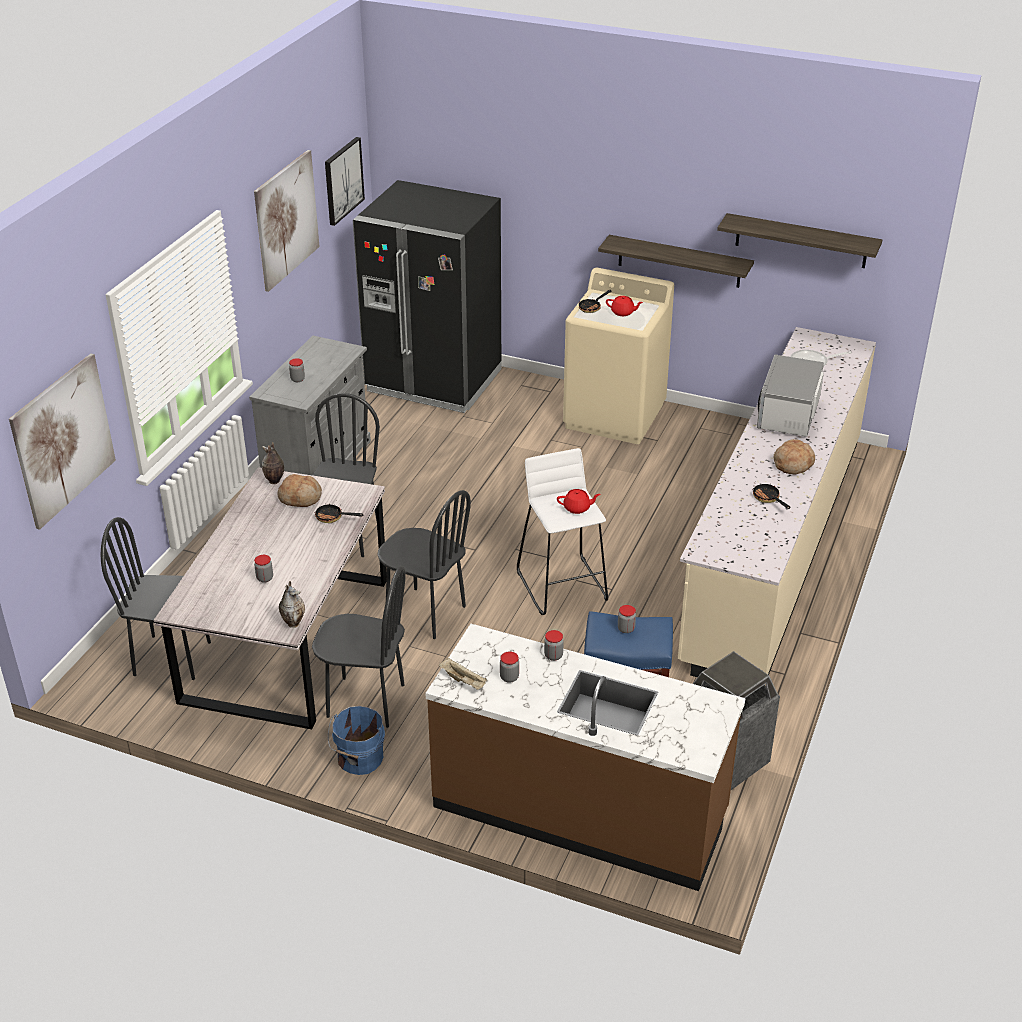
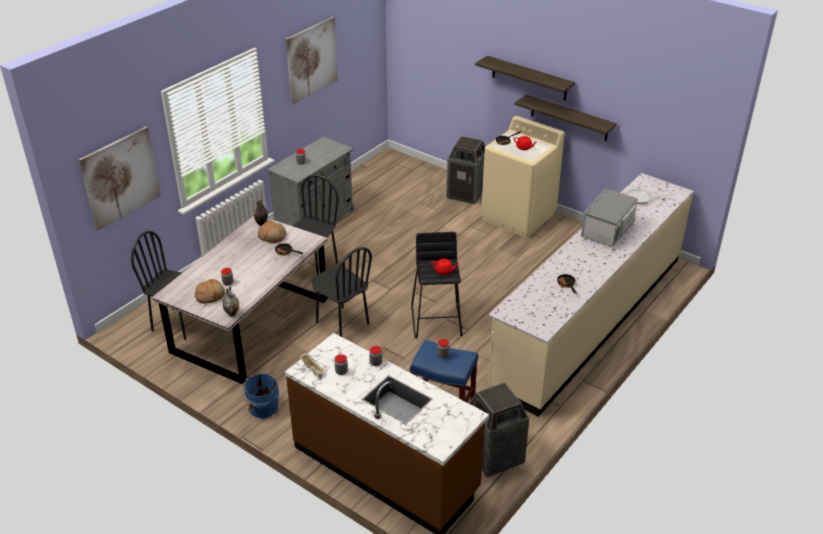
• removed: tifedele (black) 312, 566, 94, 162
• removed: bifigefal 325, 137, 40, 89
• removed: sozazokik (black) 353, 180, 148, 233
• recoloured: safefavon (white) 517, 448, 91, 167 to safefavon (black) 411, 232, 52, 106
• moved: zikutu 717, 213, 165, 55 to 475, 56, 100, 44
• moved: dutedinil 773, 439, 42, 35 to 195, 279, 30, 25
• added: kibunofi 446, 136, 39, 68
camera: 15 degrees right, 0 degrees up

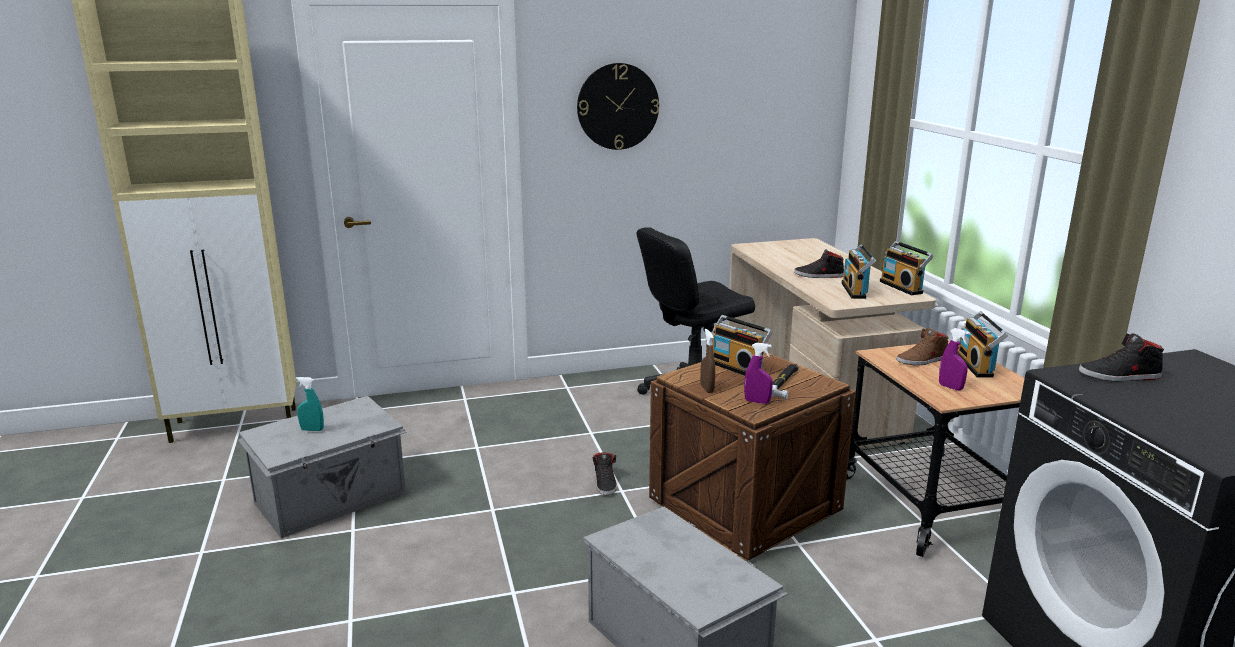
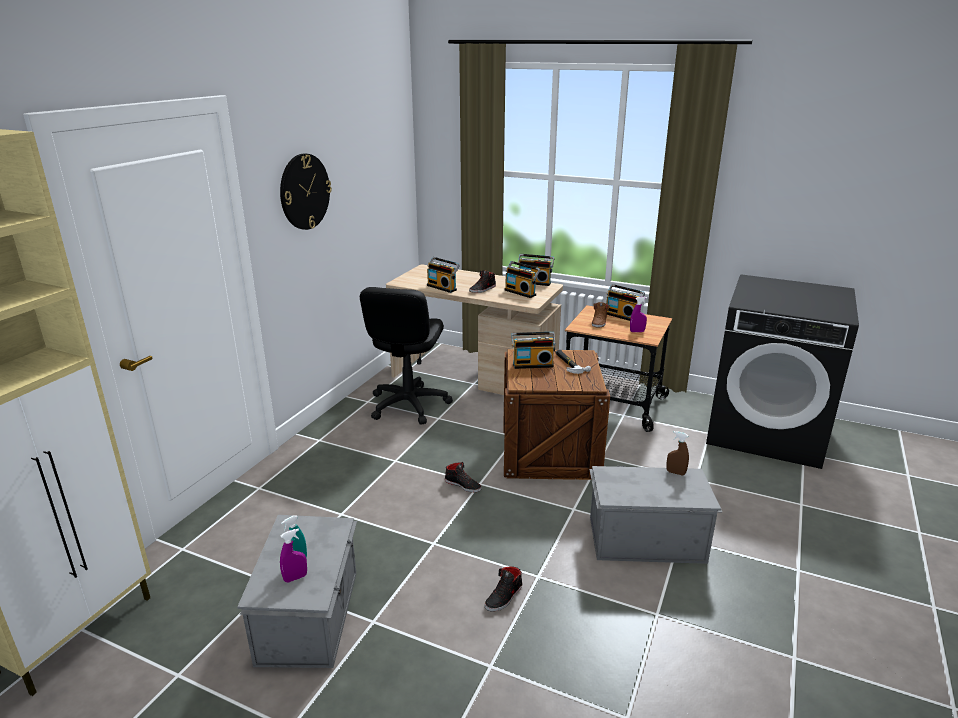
• moved: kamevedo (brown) 700, 329, 15, 64 to 666, 431, 23, 45
• moved: kamevedo (purple) 744, 343, 29, 61 to 280, 529, 27, 54
• moved: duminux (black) 1079, 333, 85, 49 to 485, 566, 37, 46
• added: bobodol 427, 257, 33, 36
camera: 50 degrees left, 5 degrees up

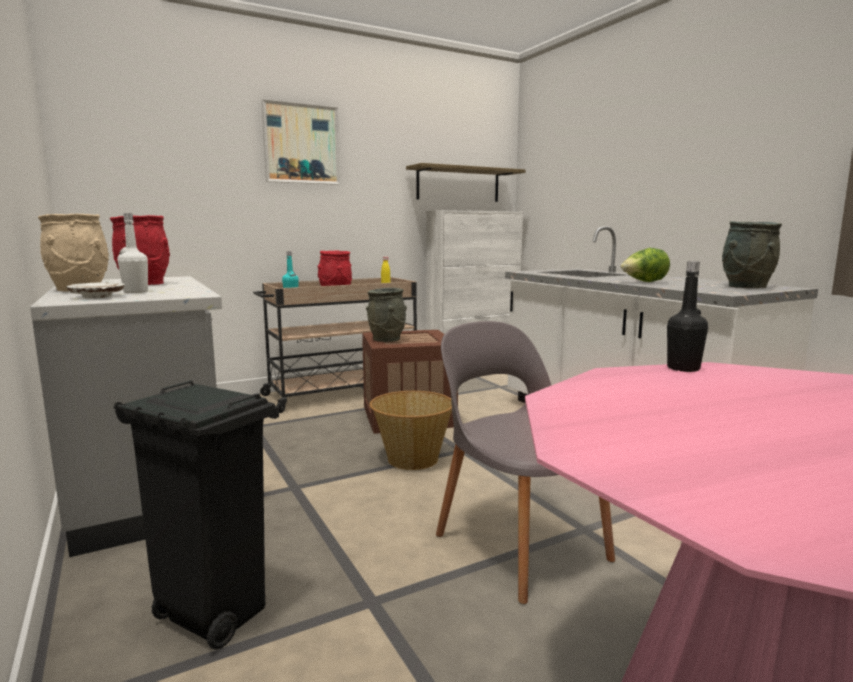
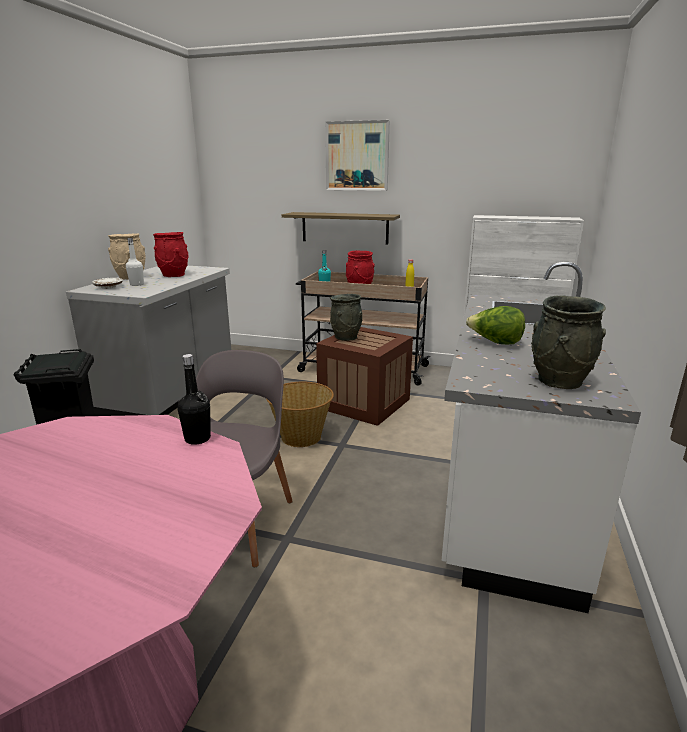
• moved: zikutu 406, 163, 120, 39 to 282, 212, 118, 32
camera: 45 degrees right, 10 degrees up

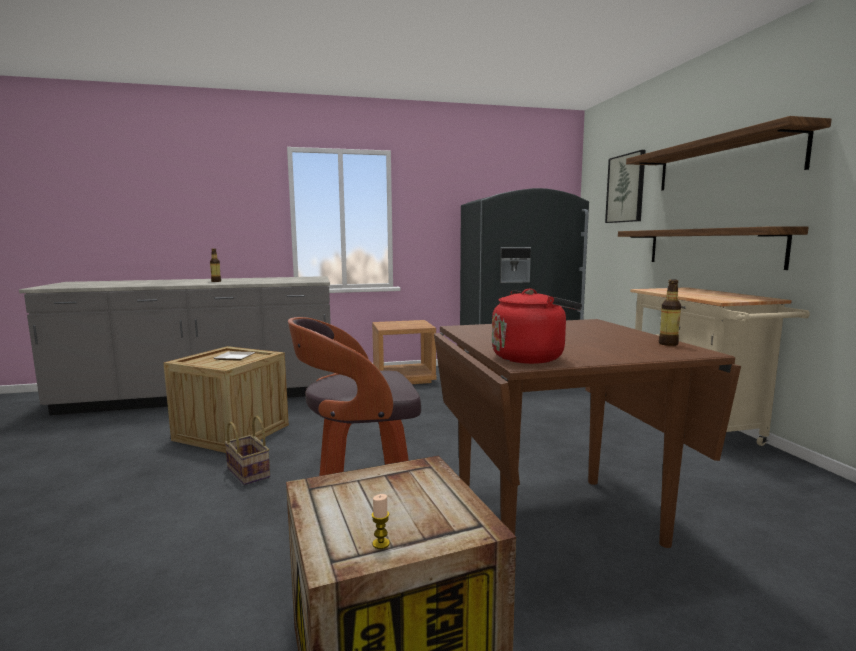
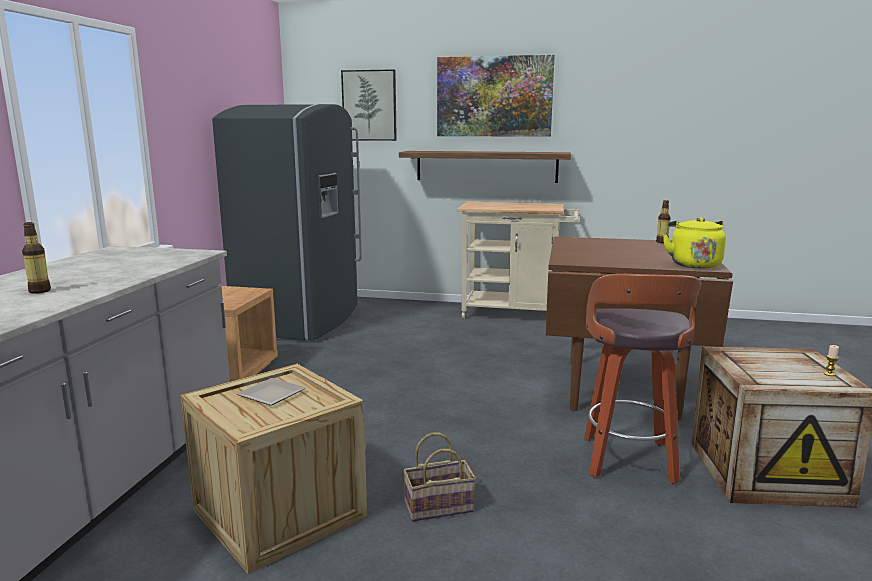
• recoloured: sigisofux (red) 492, 289, 90, 75 to sigisofux (yellow) 663, 217, 63, 52
• replaced: zikutu 626, 116, 206, 75 to bifigefal 437, 55, 118, 82
camera: 65 degrees left, 5 degrees up

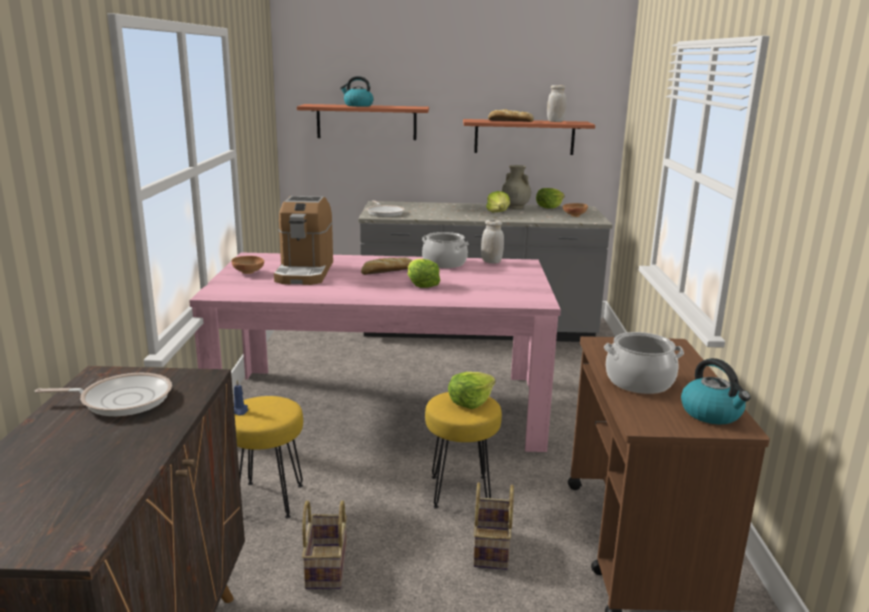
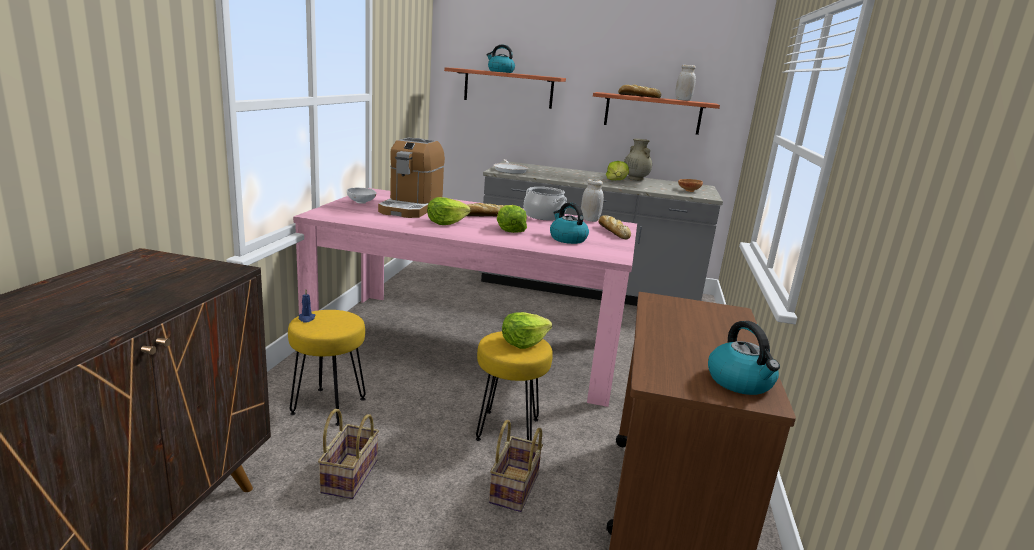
• removed: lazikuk 35, 373, 137, 43
• recoloured: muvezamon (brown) 232, 256, 32, 18 to muvezamon (white) 347, 188, 29, 16
• moved: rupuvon 536, 188, 29, 20 to 427, 197, 43, 28
• removed: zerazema 604, 332, 80, 62
• added: sigisofux 550, 203, 39, 41
• added: dutedinil 598, 215, 33, 24
camera: 10 degrees right, 0 degrees up

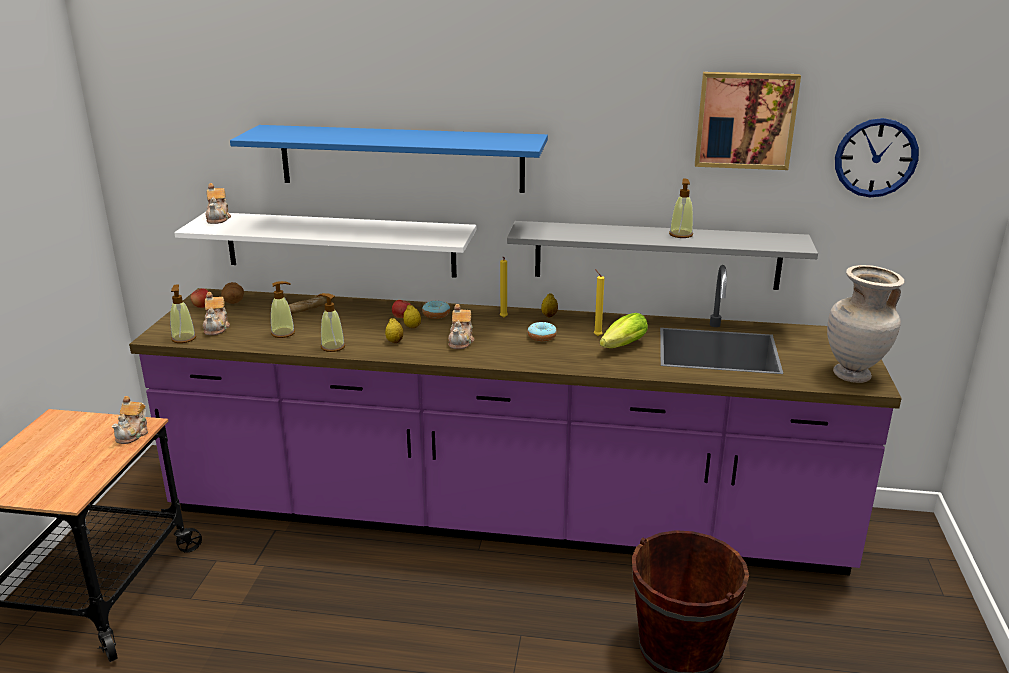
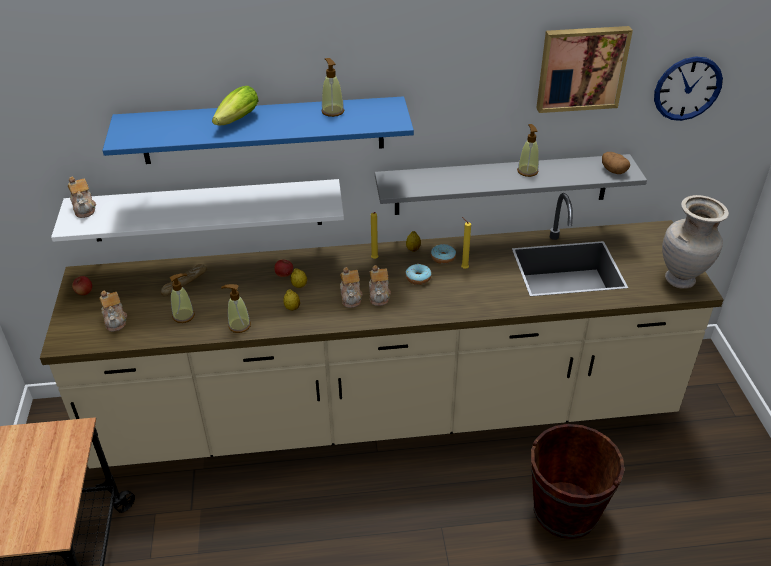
• moved: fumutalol 112, 396, 36, 48 to 369, 265, 22, 41
• recoloured: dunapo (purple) 129, 265, 773, 311 to dunapo (beige) 40, 193, 684, 276
• moved: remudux 170, 284, 26, 59 to 321, 58, 23, 59
• moved: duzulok 221, 282, 23, 22 to 602, 152, 28, 22
• moved: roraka 422, 300, 28, 19 to 431, 244, 25, 20
• moved: rupuvon 599, 313, 49, 35 to 212, 86, 47, 39
camera: 15 degrees left, 15 degrees up

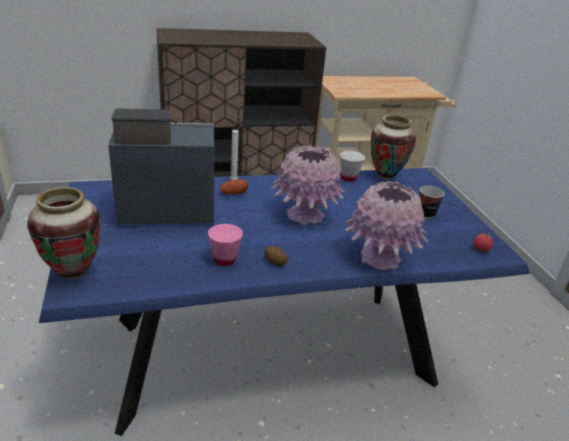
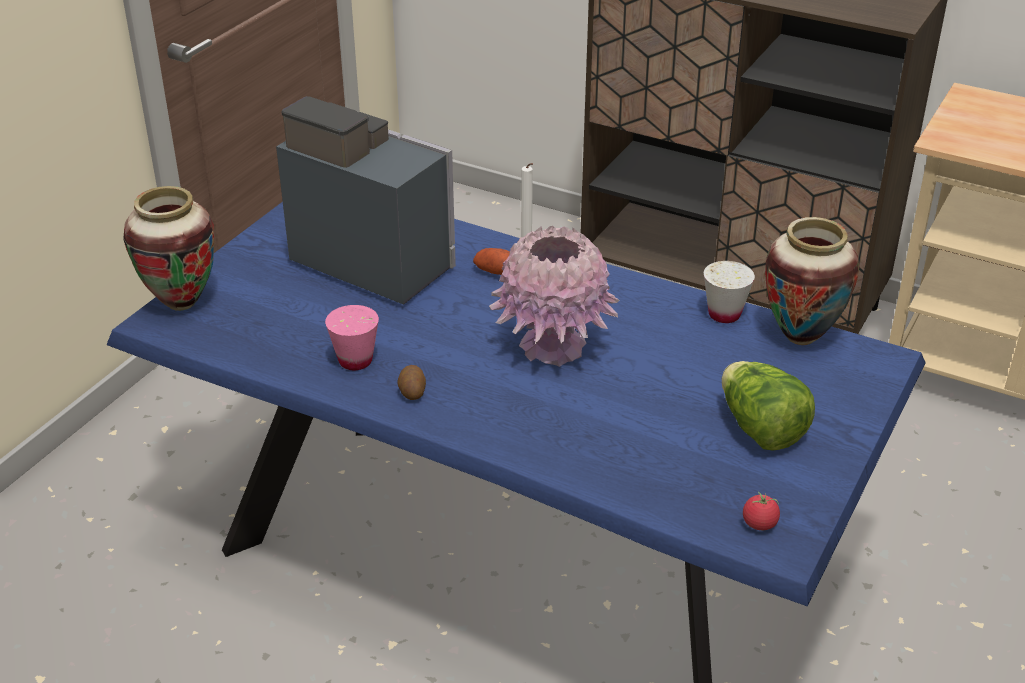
• removed: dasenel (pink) 344, 181, 84, 89
• replaced: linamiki 419, 185, 26, 34 to rupuvon 722, 361, 93, 90
camera: 45 degrees right, 5 degrees up

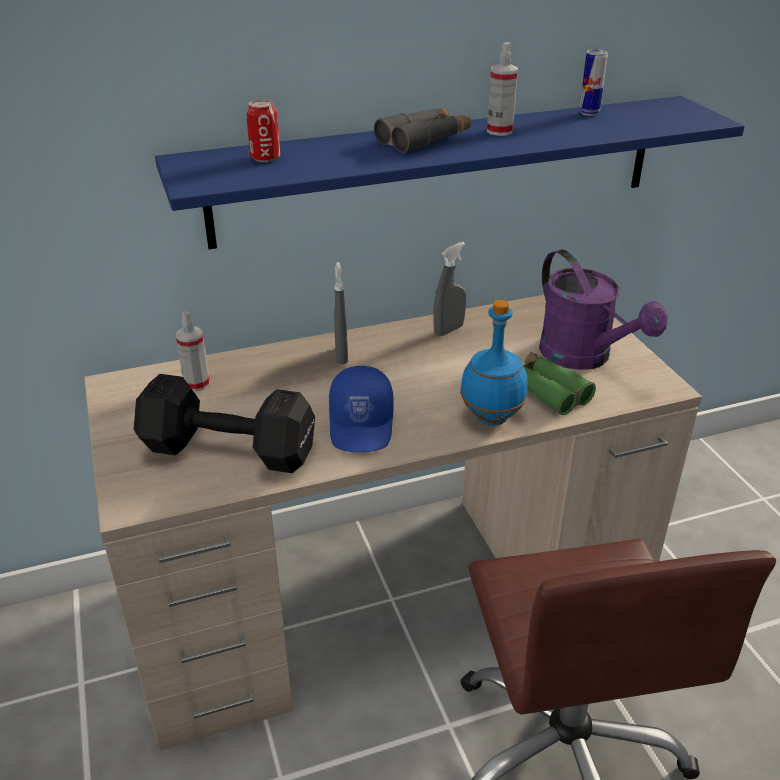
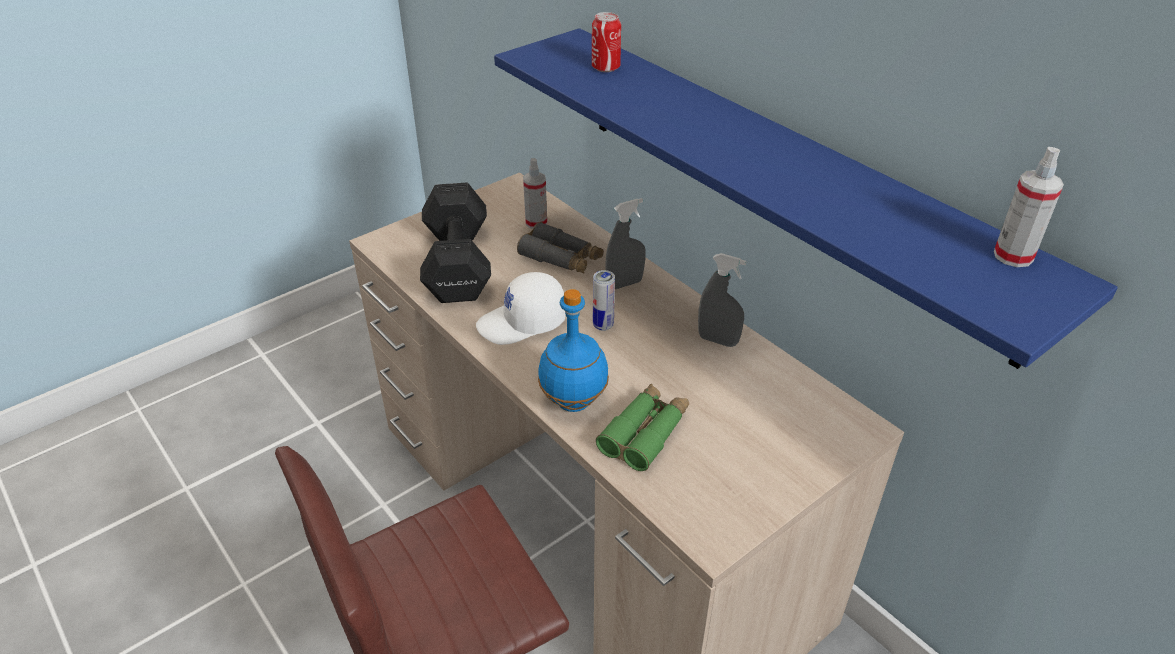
• recoloured: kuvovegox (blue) 329, 366, 65, 87 to kuvovegox (white) 476, 272, 90, 73
• moved: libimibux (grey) 374, 108, 97, 45 to 517, 222, 87, 52
• moved: kamevedo 487, 42, 31, 94 to 994, 147, 70, 120
• removed: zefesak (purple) 539, 250, 129, 120
• moved: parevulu 579, 49, 29, 67 to 593, 270, 22, 61
camera: 70 degrees right, 5 degrees up

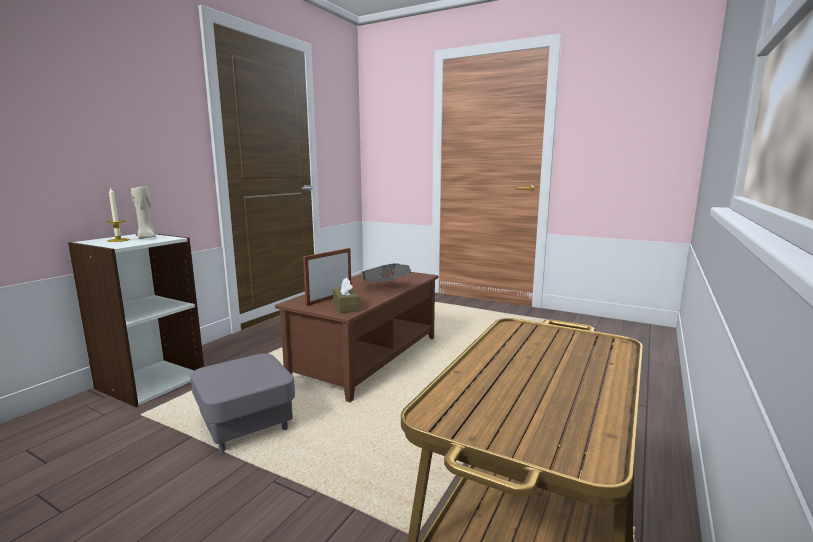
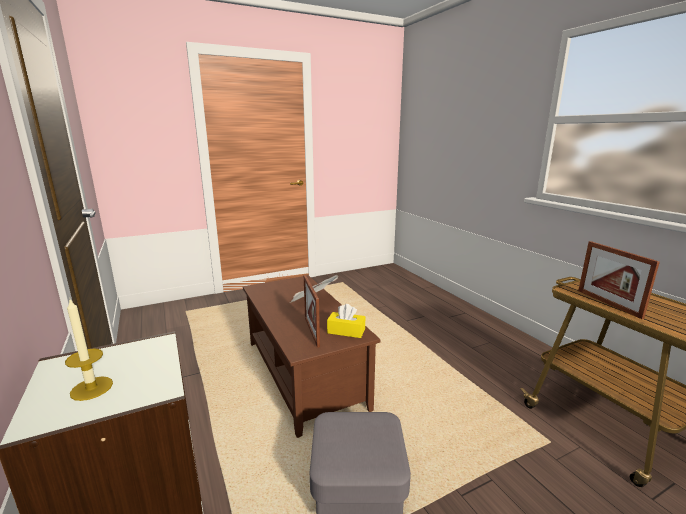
• removed: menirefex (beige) 131, 186, 25, 53
• recoloured: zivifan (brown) 333, 278, 26, 35 to zivifan (yellow) 327, 304, 38, 34
• added: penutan 578, 241, 82, 78
camera: 55 degrees left, 5 degrees up

